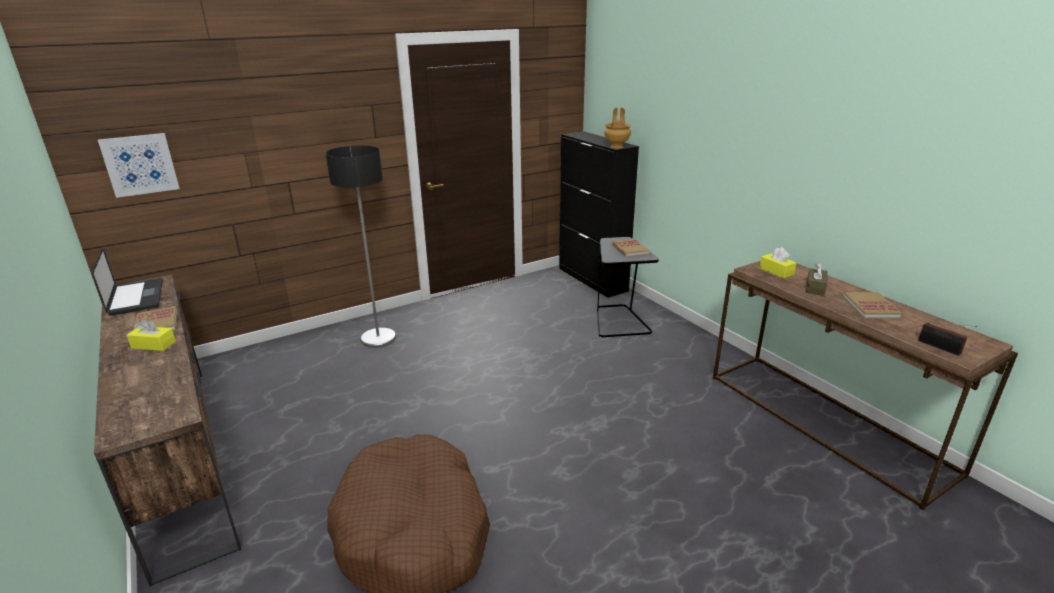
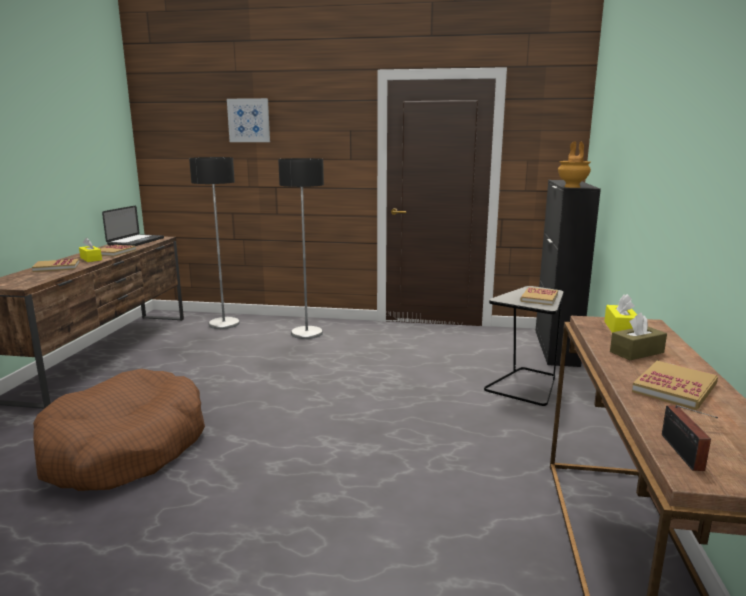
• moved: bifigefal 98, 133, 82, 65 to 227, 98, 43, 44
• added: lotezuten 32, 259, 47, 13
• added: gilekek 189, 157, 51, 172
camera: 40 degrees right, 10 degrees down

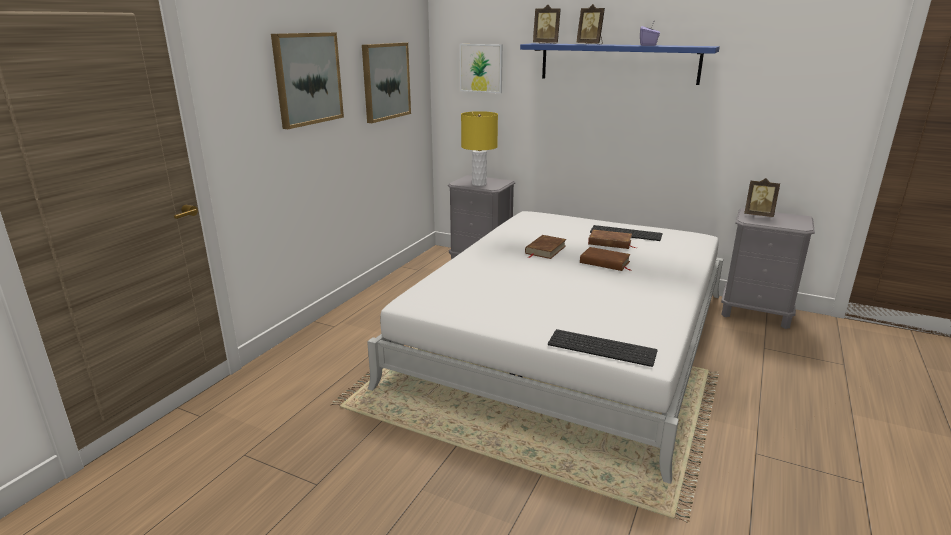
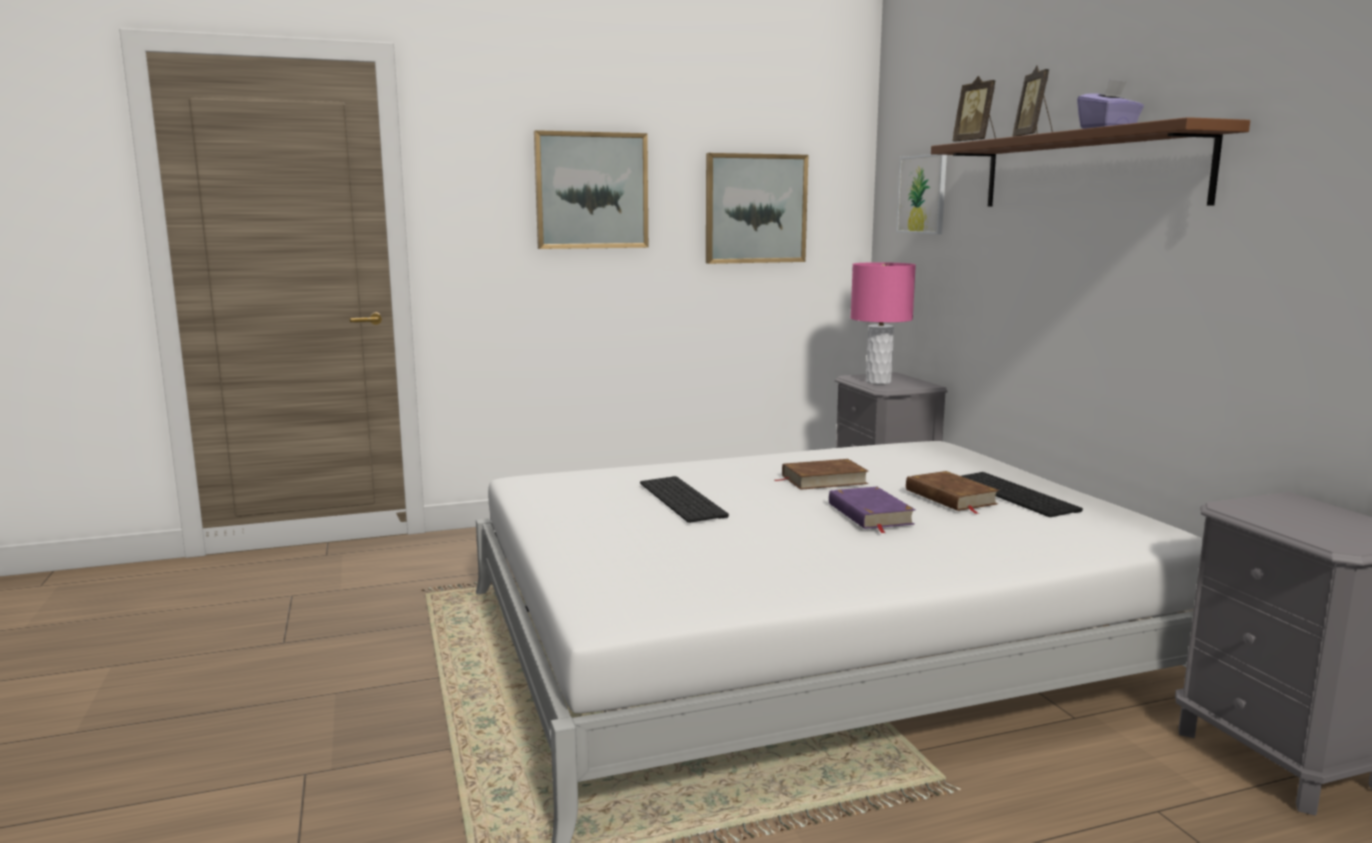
• recoloured: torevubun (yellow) 461, 111, 37, 75 to torevubun (pink) 851, 262, 65, 122
• recoloured: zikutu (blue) 520, 43, 200, 42 to zikutu (brown) 931, 117, 319, 89
• moved: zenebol 548, 329, 109, 38 to 640, 476, 89, 47
• recoloured: lotezuten (brown) 580, 247, 51, 24 to lotezuten (purple) 829, 487, 86, 46
• removed: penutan 744, 178, 36, 39
camera: 45 degrees right, 10 degrees down

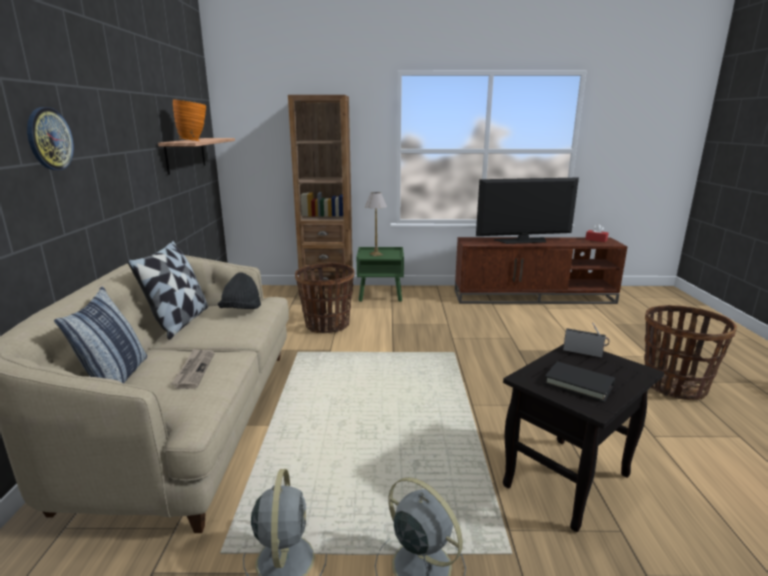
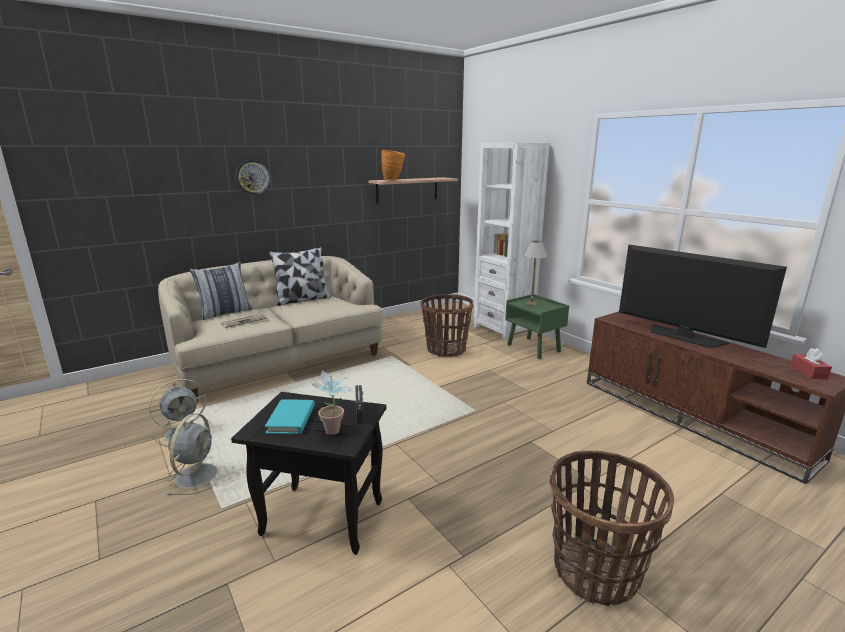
• removed: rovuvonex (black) 218, 272, 43, 37
• recoloured: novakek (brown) 288, 95, 65, 205 to novakek (white) 474, 143, 76, 198
• recoloured: lotezuten (black) 544, 361, 71, 42 to lotezuten (turquoise) 265, 399, 50, 35
• added: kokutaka 312, 370, 40, 65
camera: 55 degrees right, 0 degrees up

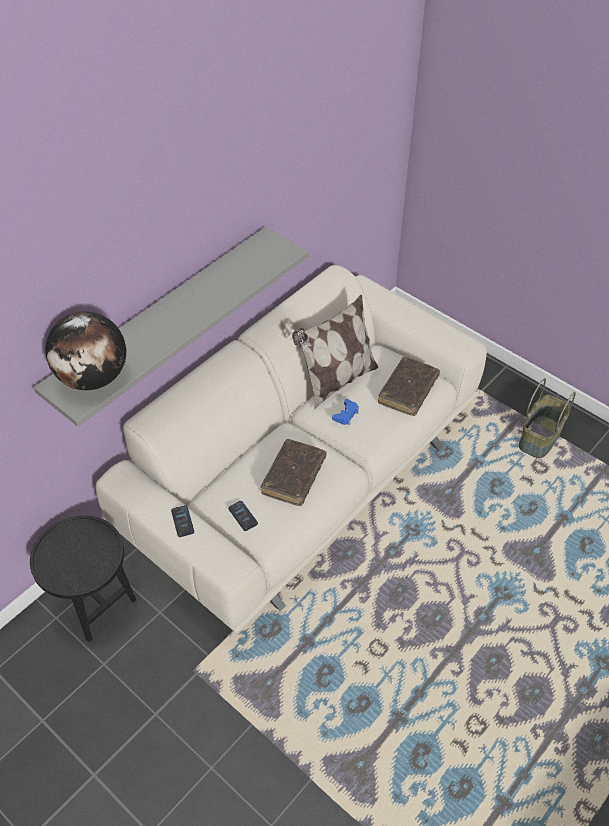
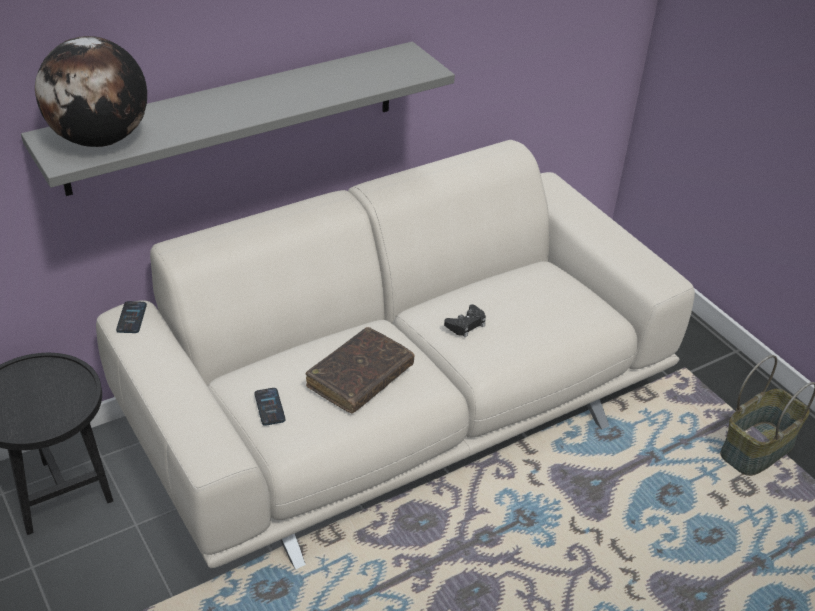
• moved: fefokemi 171, 505, 23, 32 to 116, 301, 31, 32
• removed: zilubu 292, 294, 86, 116
• recoloured: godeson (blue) 332, 399, 27, 26 to godeson (black) 444, 304, 42, 33
• removed: lotezuten (brown) 378, 357, 62, 59
camera: 15 degrees right, 10 degrees down

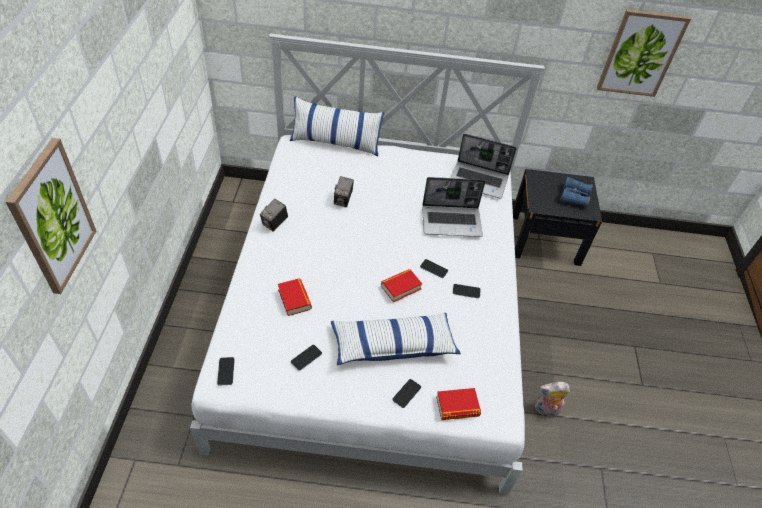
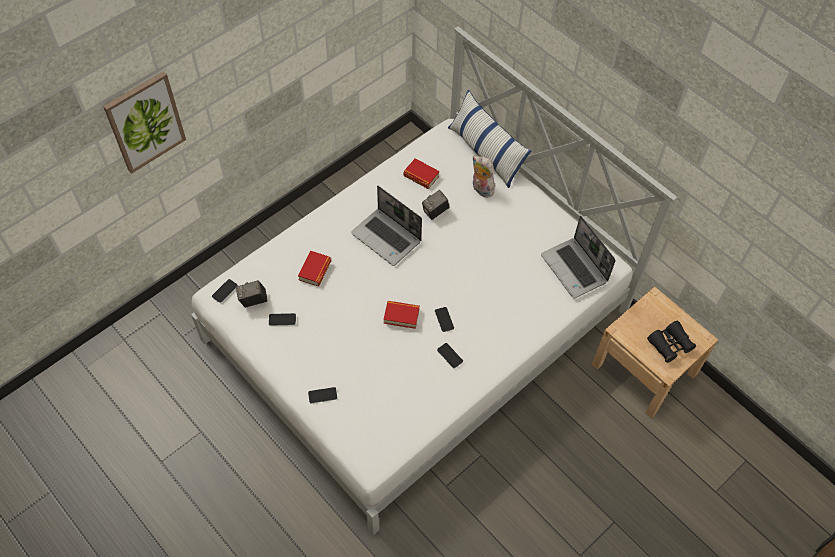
• moved: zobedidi 260, 199, 28, 33 to 236, 280, 31, 28
• removed: zilubu 331, 313, 130, 52
• moved: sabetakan 422, 177, 63, 60 to 351, 186, 71, 80
• moved: lotezuten 436, 388, 45, 32 to 403, 158, 37, 31
• recoloured: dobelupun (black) 513, 169, 89, 97 to dobelupun (beige) 592, 287, 126, 131
• moved: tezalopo 535, 382, 35, 34 to 473, 155, 22, 43
• recoloured: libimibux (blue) 560, 177, 33, 31 to libimibux (black) 647, 321, 49, 42
• removed: bifigefal 597, 9, 94, 88
camera: 45 degrees right, 10 degrees up

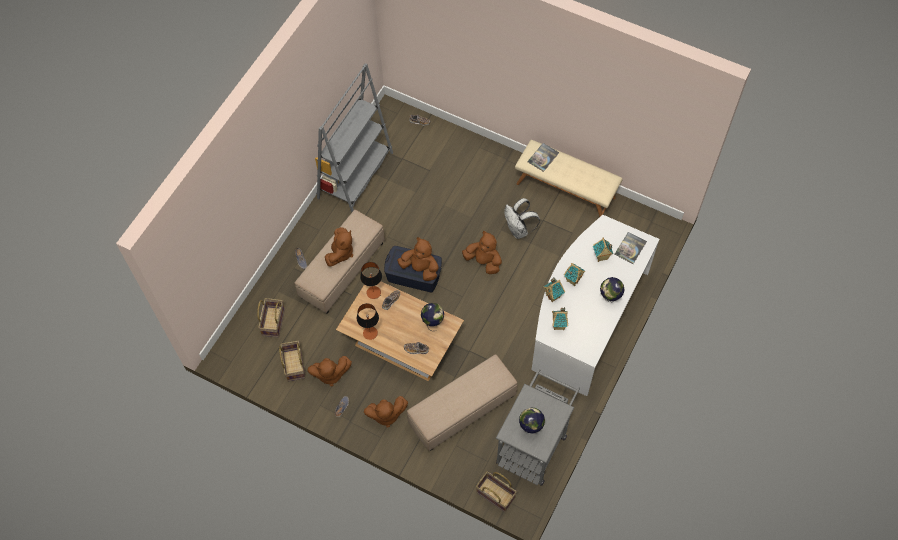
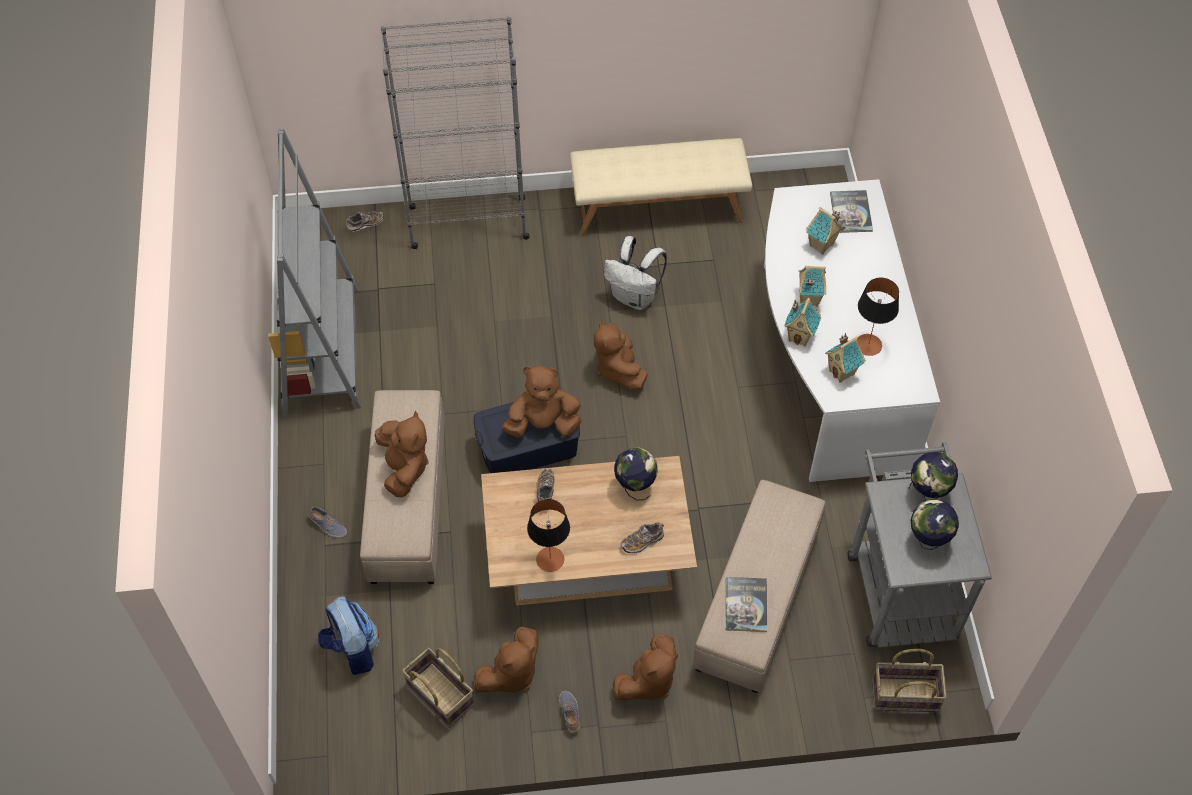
• replaced: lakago 257, 298, 28, 40 to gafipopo 318, 597, 61, 78
• moved: torevubun 360, 262, 22, 37 to 857, 278, 42, 78
• turned: tezalopo (brown) 462, 231, 40, 43 = 594, 320, 54, 70 105 degrees counterclockwise
• moved: lotezuten 527, 143, 32, 29 to 726, 577, 41, 55
• moved: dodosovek 600, 277, 25, 26 to 908, 452, 50, 49
• added: novakek (grey) 381, 16, 149, 233
camera: 35 degrees left, 5 degrees down

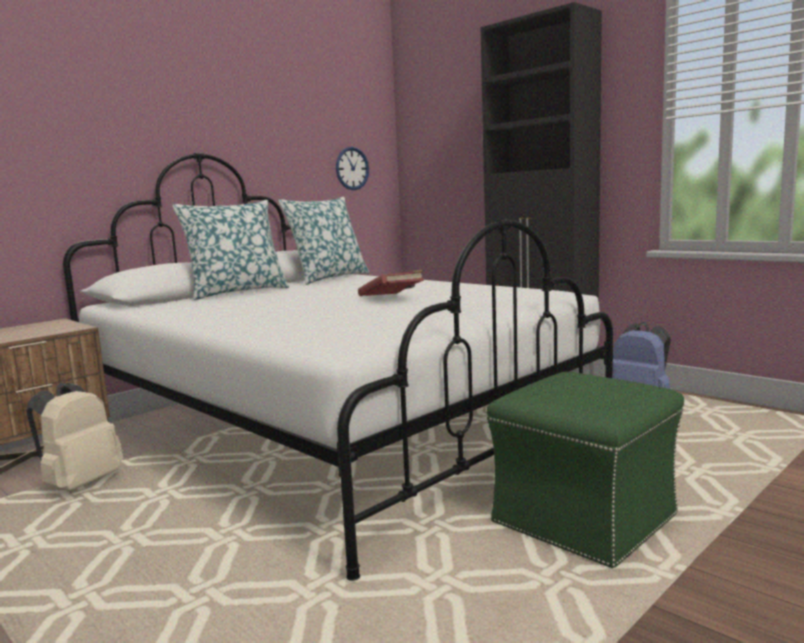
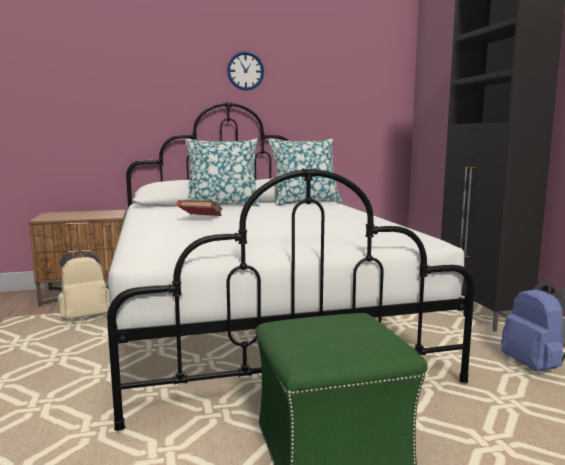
• moved: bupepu 336, 147, 33, 43 to 227, 51, 37, 40
• moved: lotezuten (red) 358, 270, 66, 26 to 177, 199, 45, 17
camera: 30 degrees right, 0 degrees up

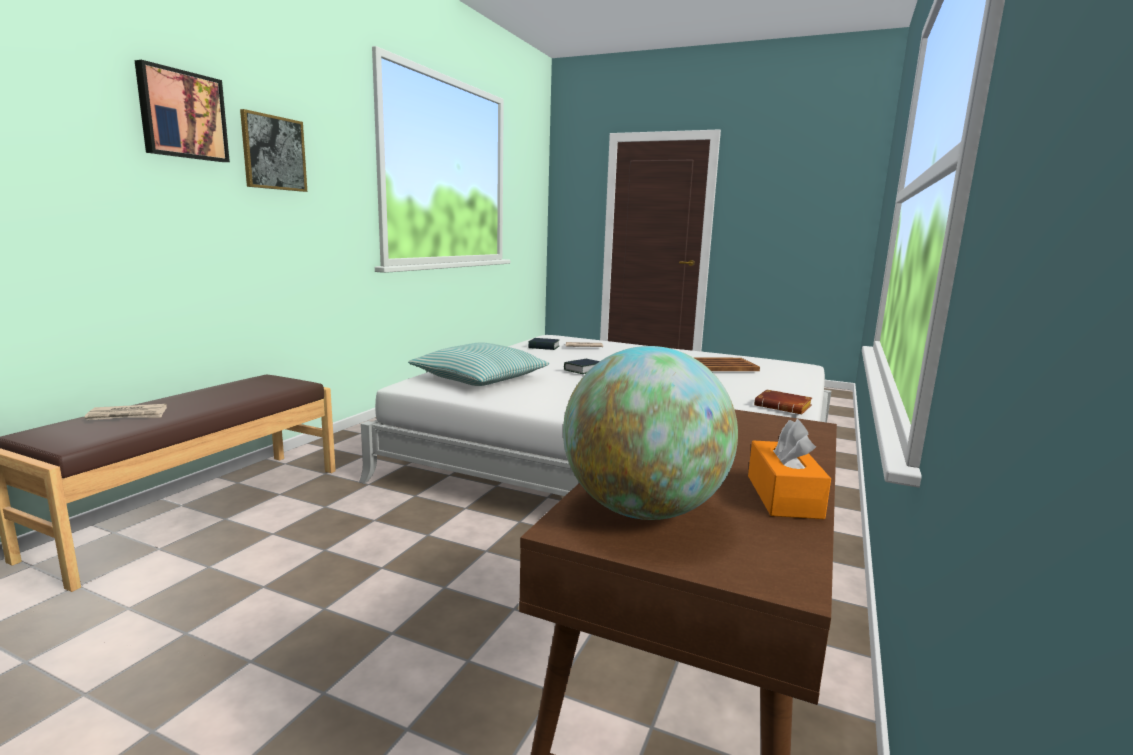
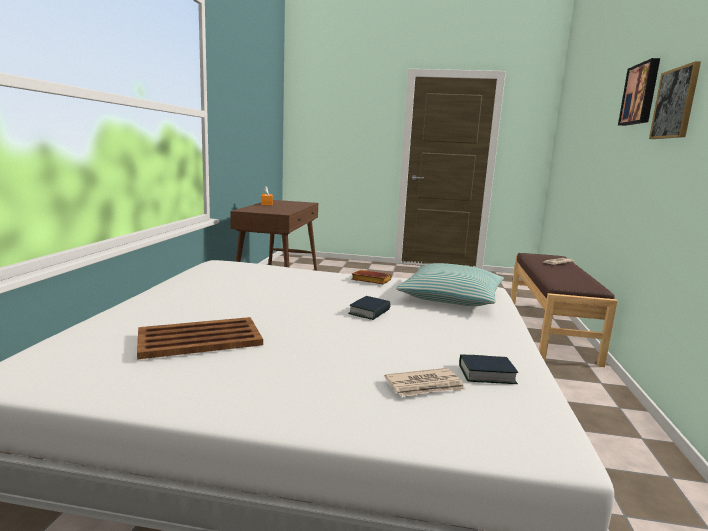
• removed: dodosovek 563, 346, 175, 174
• moved: lotezuten (brown) 754, 389, 58, 25 to 351, 270, 41, 14
camera: 165 degrees right, 0 degrees up

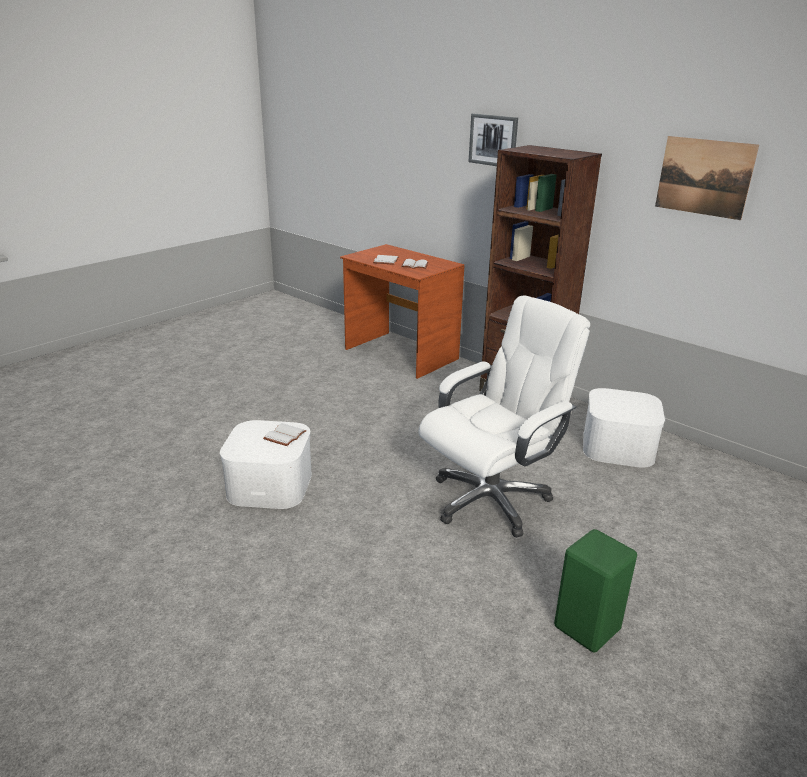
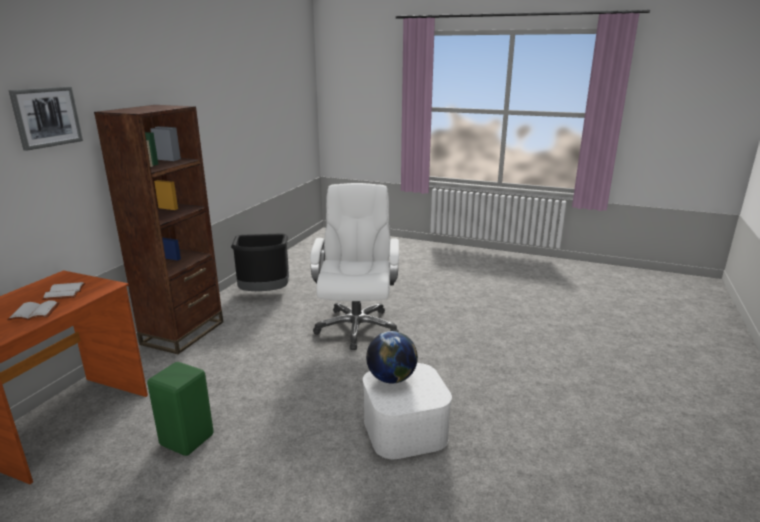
• replaced: lotezuten (white) 263, 423, 44, 23 to dodosovek 366, 331, 52, 53
• turned: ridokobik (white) 418, 295, 172, 242 = 310, 183, 89, 167 60 degrees clockwise
• moved: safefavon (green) 554, 529, 83, 124 to 147, 362, 67, 94
• replaced: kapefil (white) 583, 388, 82, 80 to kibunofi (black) 231, 233, 58, 58
• removed: bifigefal 655, 136, 104, 84
camera: 110 degrees left, 5 degrees down

